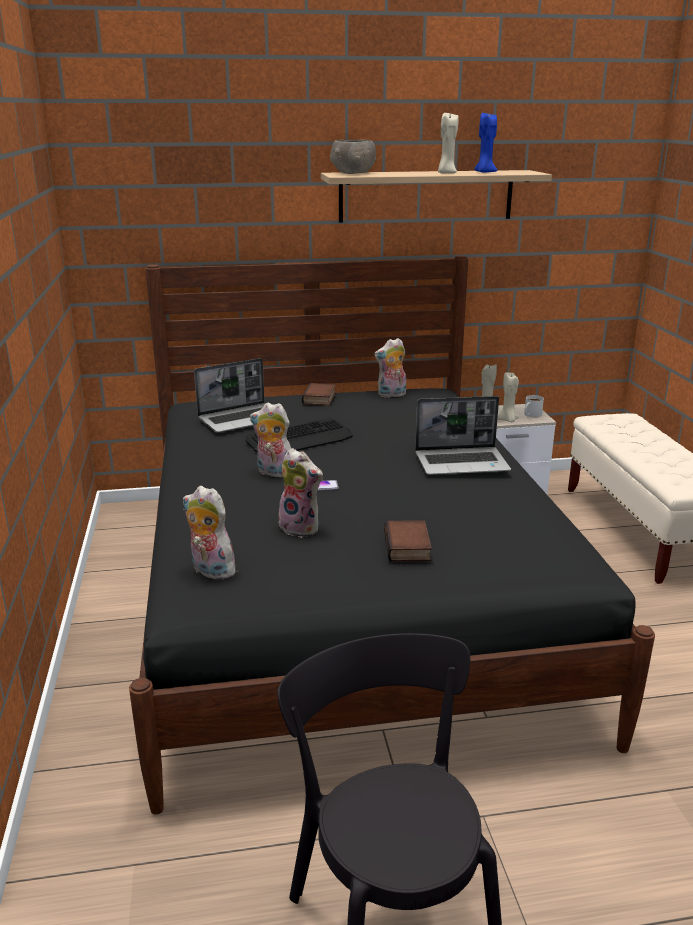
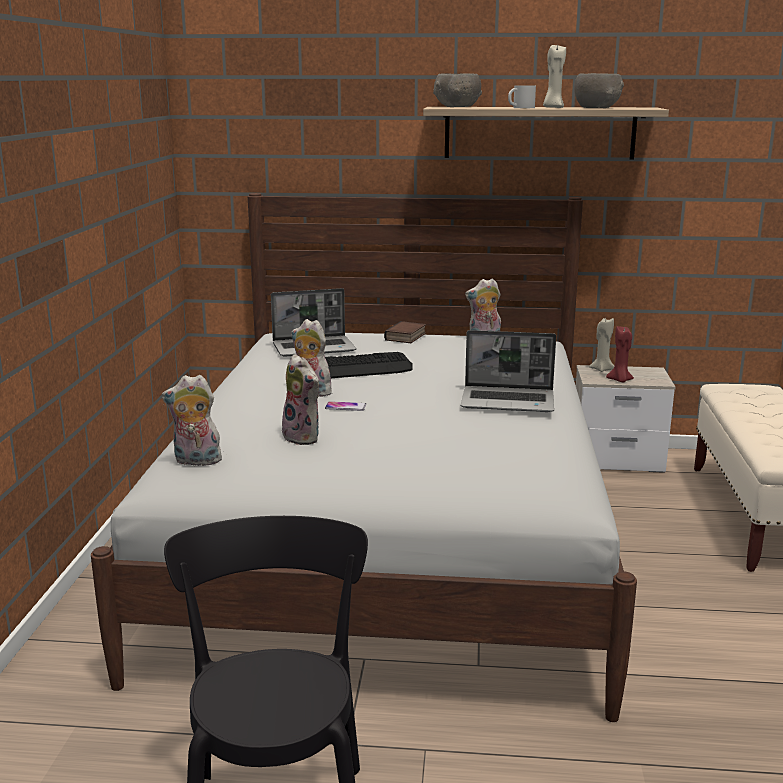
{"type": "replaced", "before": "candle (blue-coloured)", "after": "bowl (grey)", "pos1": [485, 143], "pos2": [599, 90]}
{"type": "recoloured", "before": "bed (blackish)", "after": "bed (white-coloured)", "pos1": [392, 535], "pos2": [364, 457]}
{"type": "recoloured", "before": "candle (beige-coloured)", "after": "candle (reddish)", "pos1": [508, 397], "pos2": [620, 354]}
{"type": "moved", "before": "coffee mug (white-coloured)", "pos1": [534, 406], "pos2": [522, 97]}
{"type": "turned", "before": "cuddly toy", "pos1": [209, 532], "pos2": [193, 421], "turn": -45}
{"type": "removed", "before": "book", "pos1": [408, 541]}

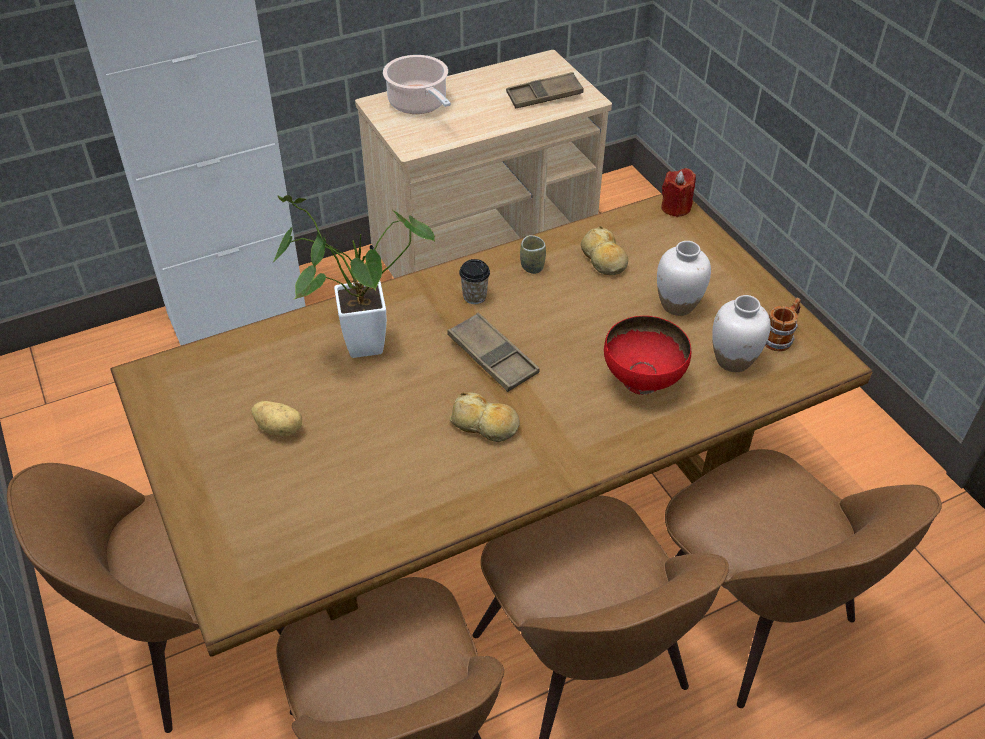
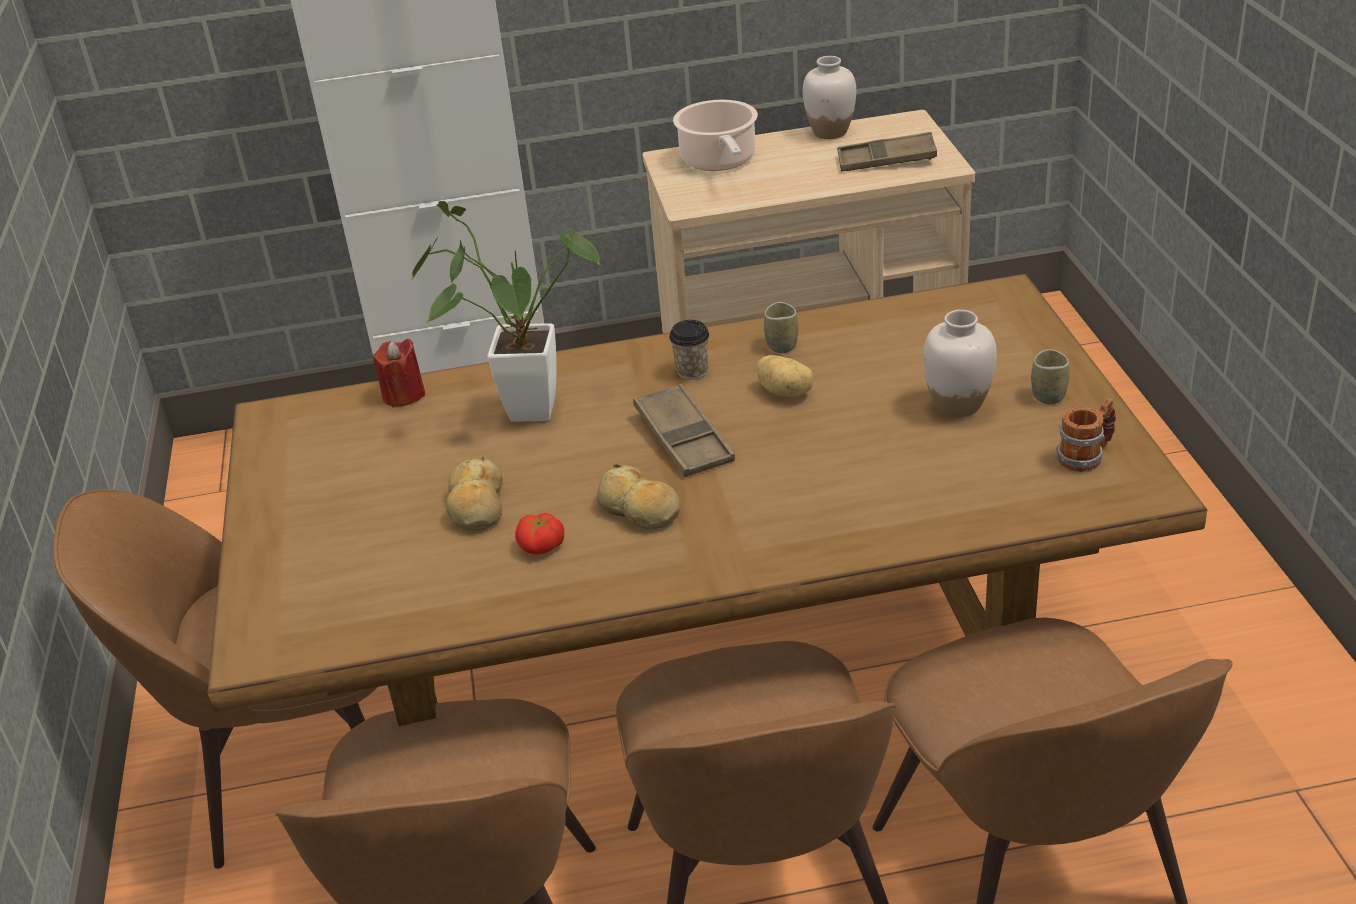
{"type": "moved", "before": "candle (reddish)", "pos1": [678, 192], "pos2": [399, 373]}
{"type": "moved", "before": "baked bread", "pos1": [604, 250], "pos2": [474, 493]}
{"type": "moved", "before": "vase (white-coloured)", "pos1": [741, 333], "pos2": [829, 97]}
{"type": "removed", "before": "bowl (reddish)", "pos1": [647, 355]}
{"type": "moved", "before": "whole potato", "pos1": [277, 418], "pos2": [785, 376]}
{"type": "added", "after": "cup", "pos2": [1050, 377]}
{"type": "added", "after": "tomato", "pos2": [539, 534]}

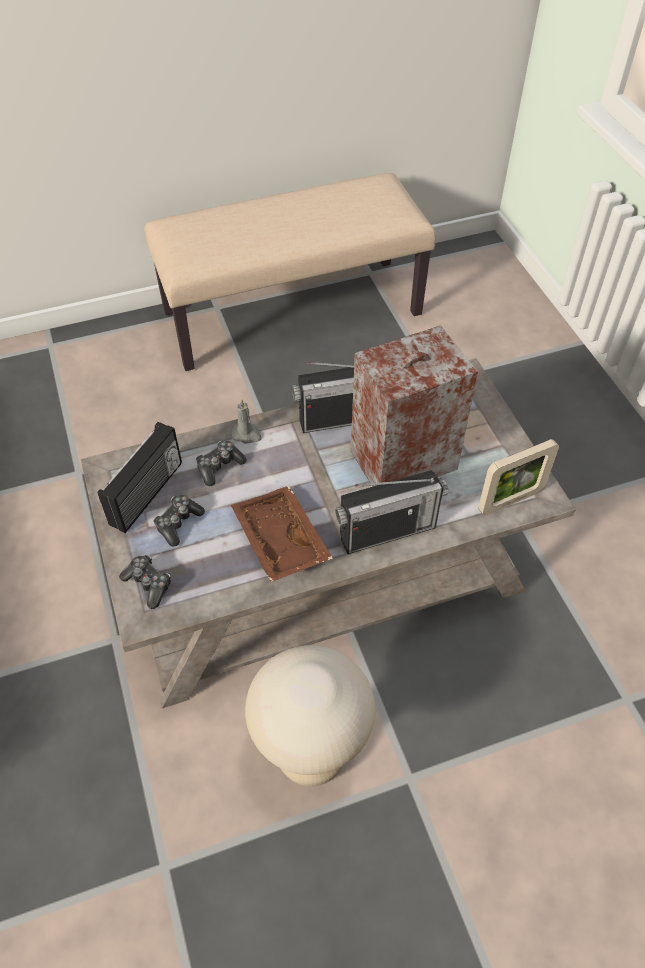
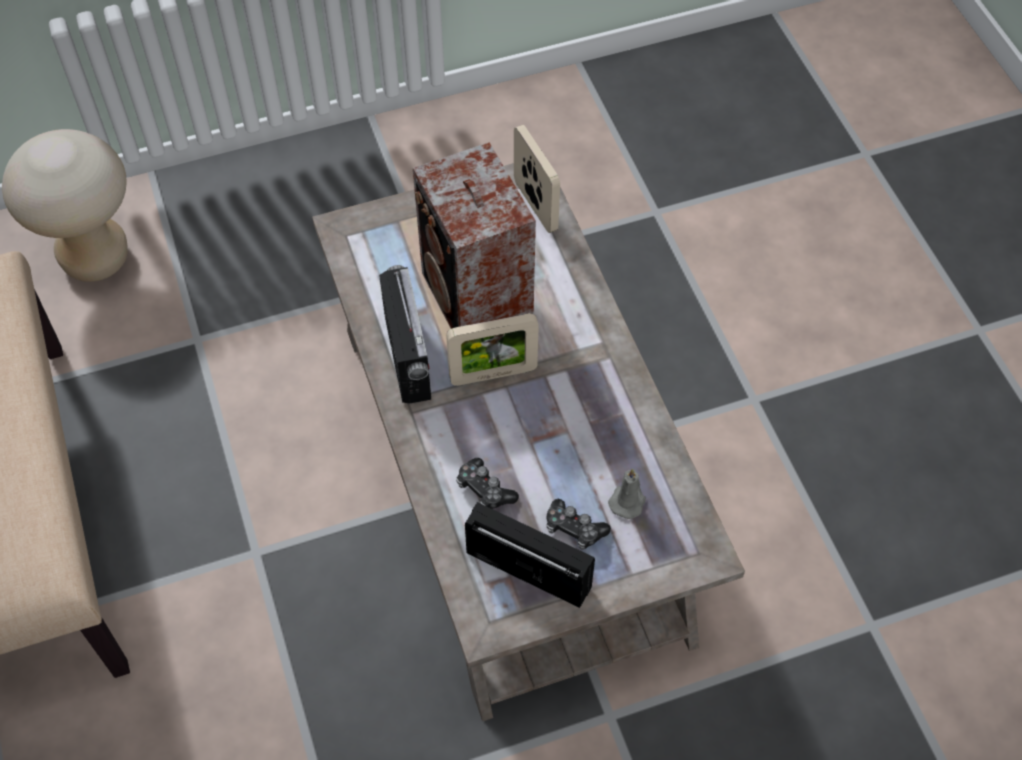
{"type": "moved", "before": "candle (grey)", "pos1": [246, 421], "pos2": [627, 494]}
{"type": "removed", "before": "radio receiver", "pos1": [391, 512]}
{"type": "removed", "before": "tray (brownish)", "pos1": [282, 534]}
{"type": "removed", "before": "gamepad", "pos1": [145, 582]}
{"type": "moved", "before": "stool (beige-coloured)", "pos1": [310, 715], "pos2": [65, 205]}
{"type": "added", "after": "photo frame", "pos2": [492, 349]}

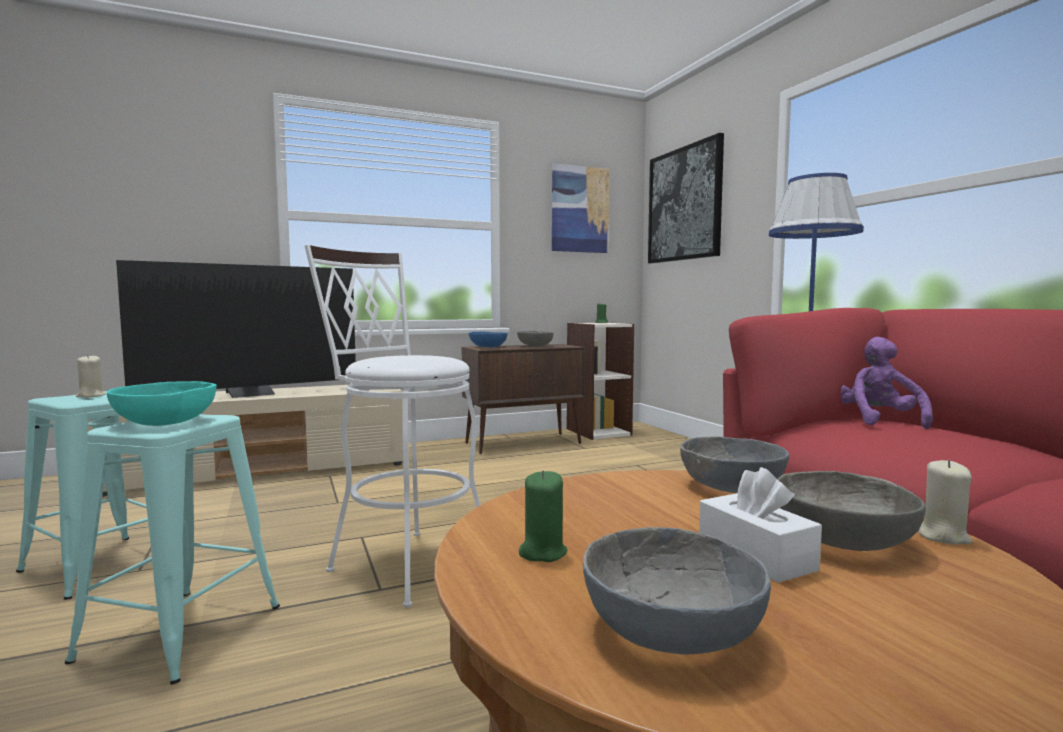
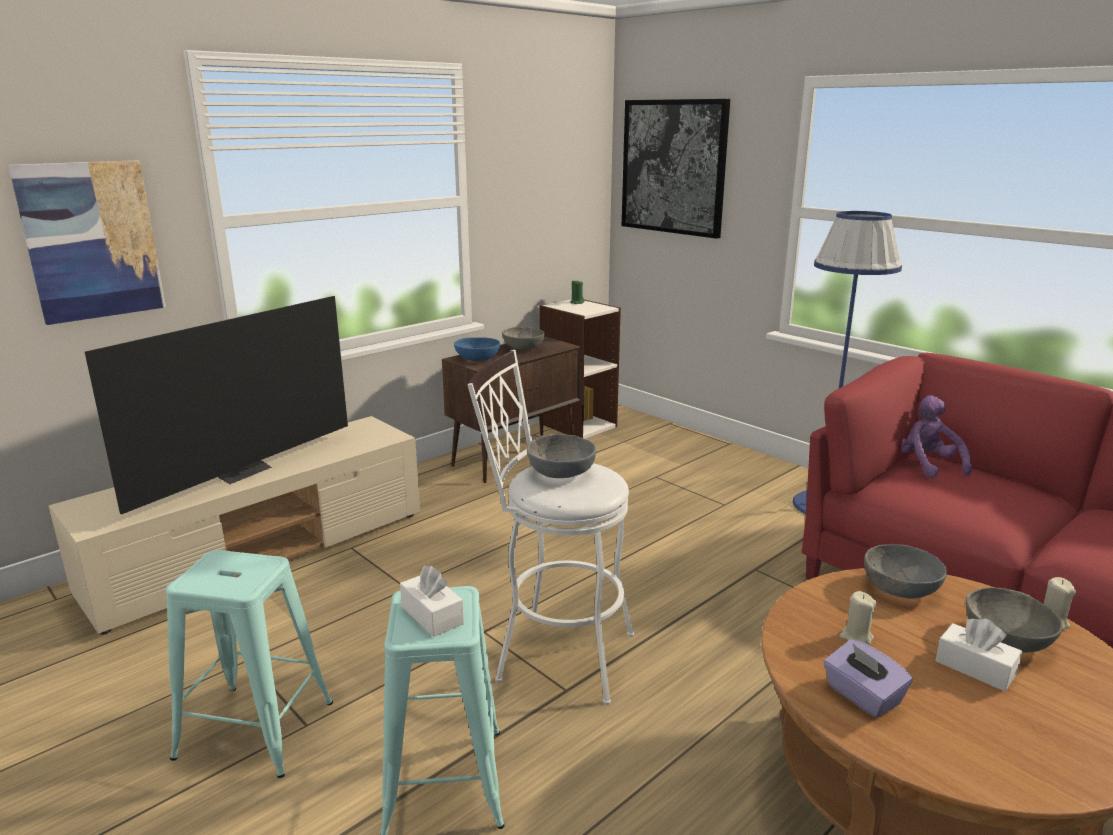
{"type": "moved", "before": "picture", "pos1": [580, 208], "pos2": [87, 242]}
{"type": "moved", "before": "candle (beige-coloured)", "pos1": [91, 376], "pos2": [858, 618]}
{"type": "replaced", "before": "bowl (turquoise-coloured)", "after": "box of tissues (white-coloured)", "pos1": [162, 403], "pos2": [432, 601]}
{"type": "replaced", "before": "candle (green)", "after": "box of tissues (purple-coloured)", "pos1": [543, 516], "pos2": [868, 678]}
{"type": "moved", "before": "bowl (grey)", "pos1": [677, 591], "pos2": [561, 456]}

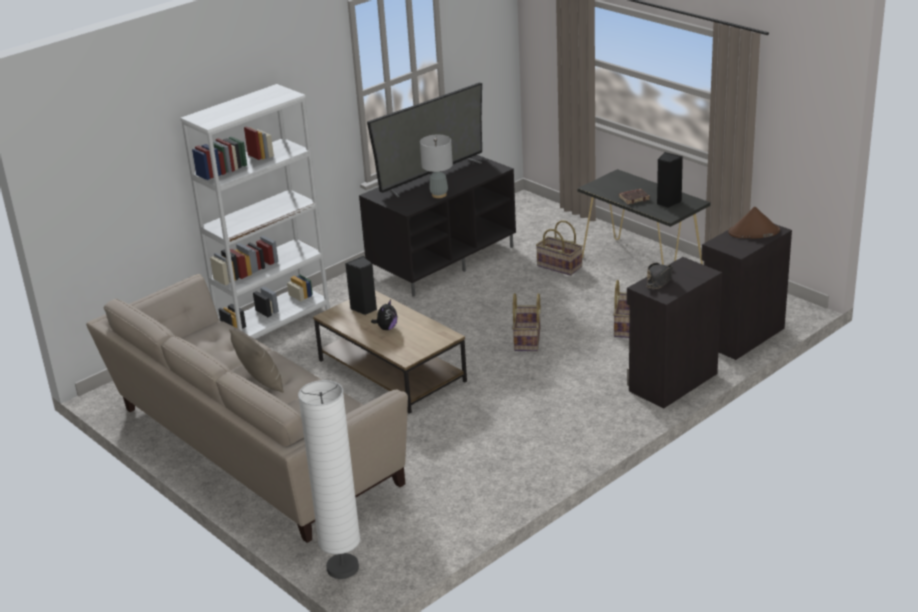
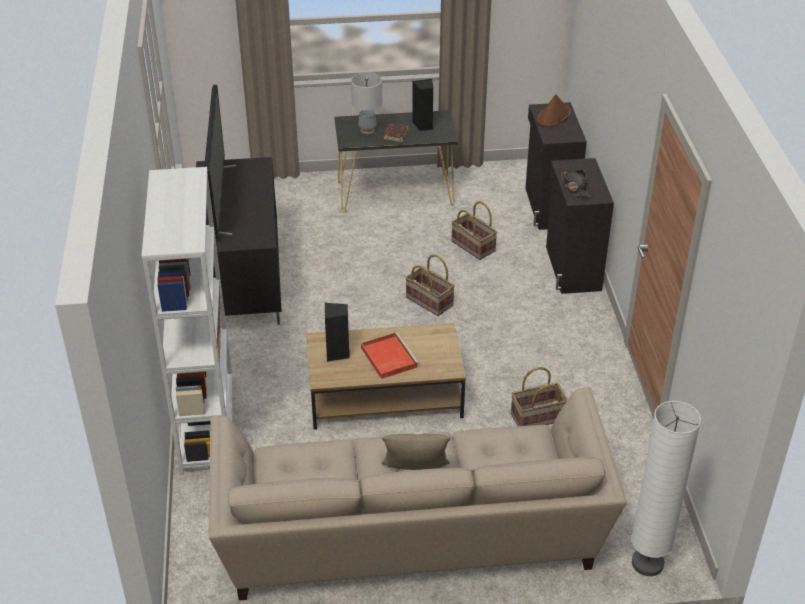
{"type": "moved", "before": "table lamp (grey)", "pos1": [436, 166], "pos2": [366, 103]}
{"type": "moved", "before": "storage basket", "pos1": [559, 248], "pos2": [539, 396]}
{"type": "replaced", "before": "cuddly toy", "after": "tray (reddish)", "pos1": [384, 315], "pos2": [390, 355]}

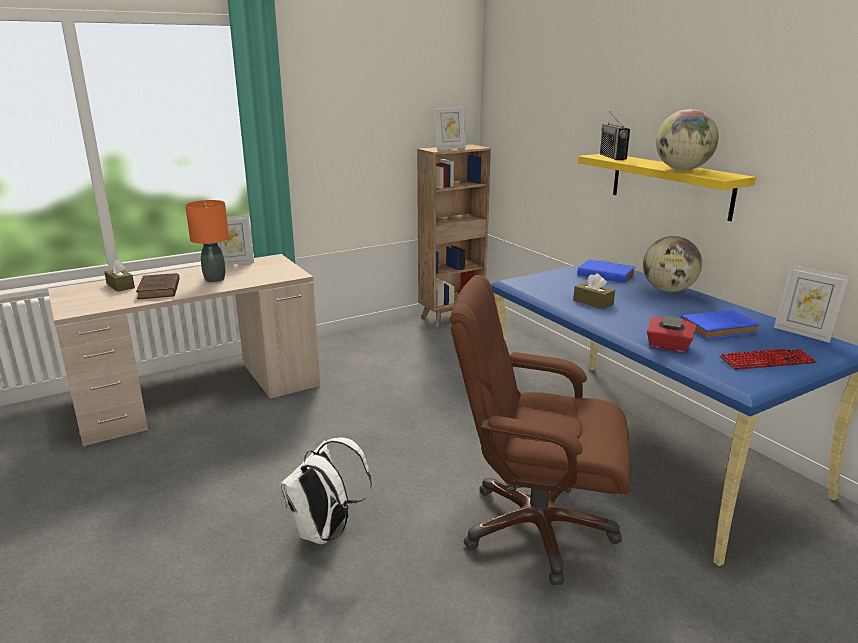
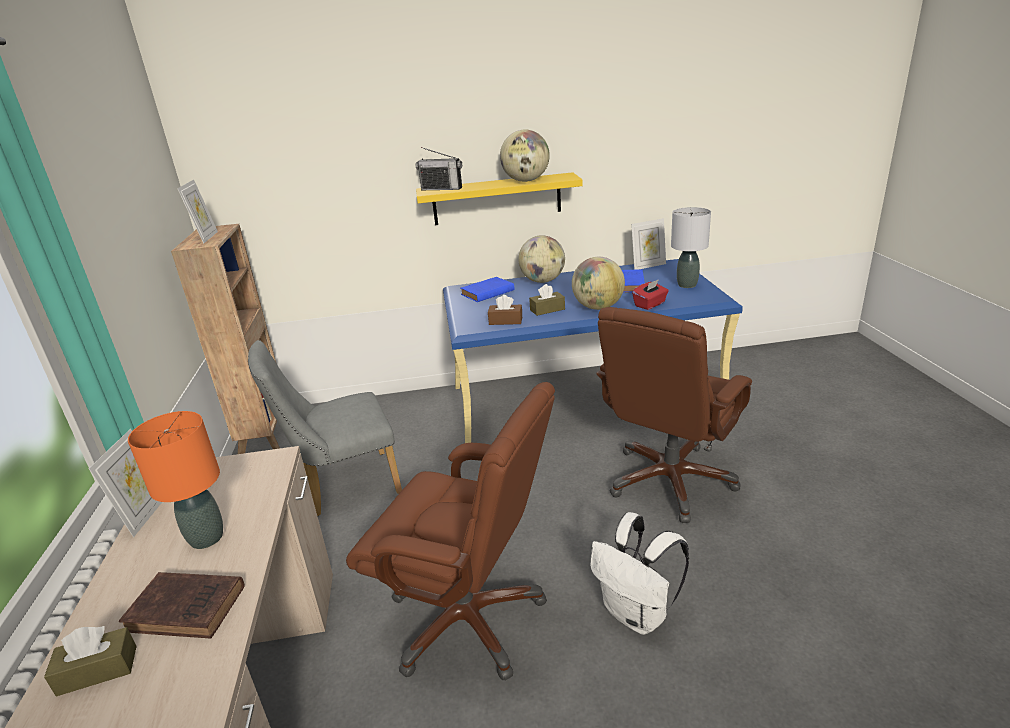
{"type": "replaced", "before": "computer keyboard", "after": "table lamp (grey)", "pos1": [768, 359], "pos2": [691, 247]}
{"type": "added", "after": "globe", "pos2": [598, 283]}
{"type": "added", "after": "box of tissues (brownish)", "pos2": [505, 310]}
{"type": "added", "after": "upright chair (grey)", "pos2": [325, 428]}
{"type": "added", "after": "computer chair (brownish)", "pos2": [450, 531]}

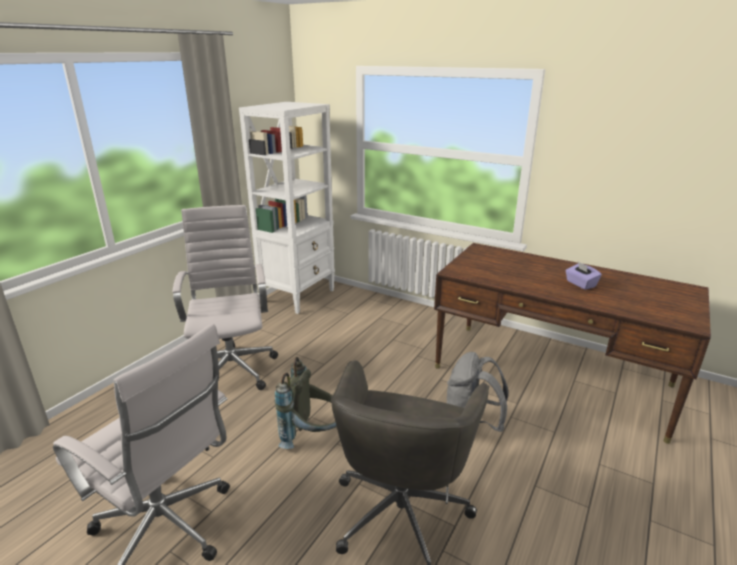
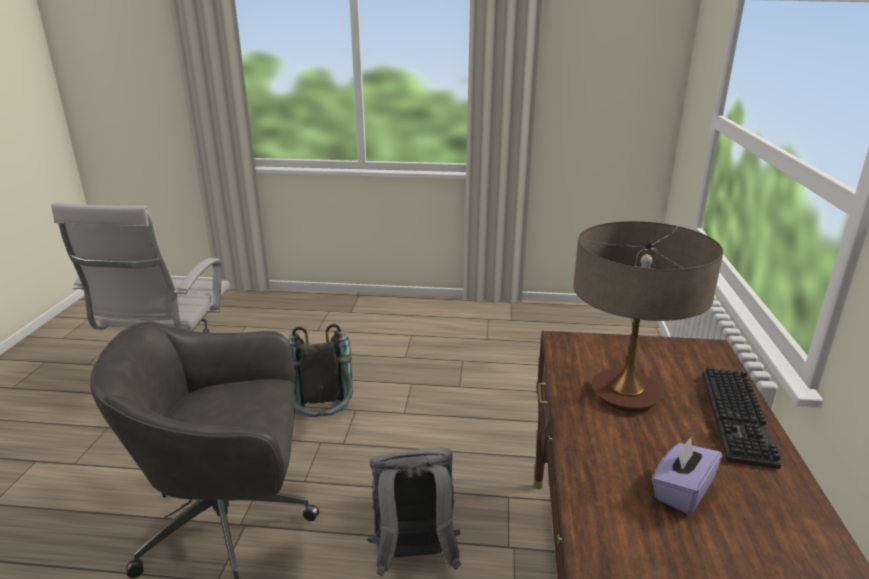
{"type": "removed", "before": "bookcase (white-coloured)", "pos1": [287, 208]}
{"type": "removed", "before": "computer chair (white-coloured)", "pos1": [225, 297]}
{"type": "added", "after": "table lamp", "pos2": [648, 316]}
{"type": "added", "after": "computer keyboard", "pos2": [741, 418]}

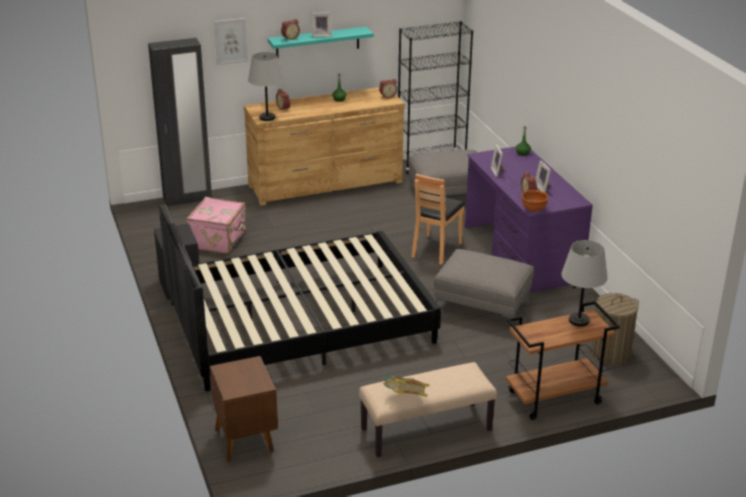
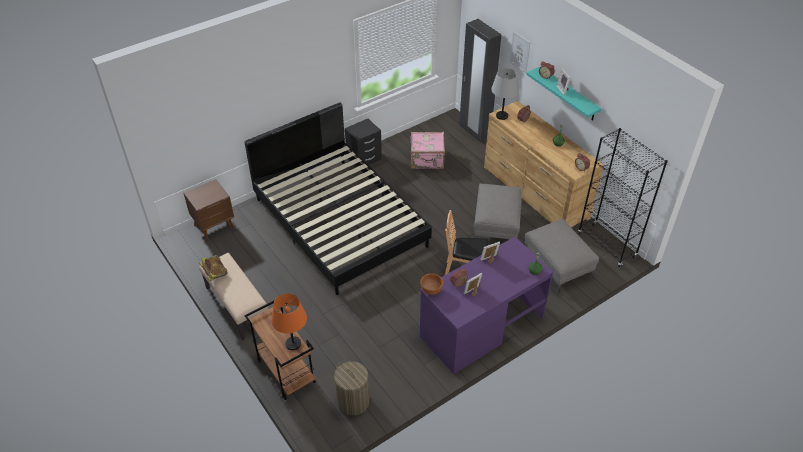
{"type": "recoloured", "before": "table lamp (grey)", "after": "table lamp (orange)", "pos1": [584, 283], "pos2": [289, 321]}
{"type": "moved", "before": "pouffe (grey)", "pos1": [484, 288], "pos2": [498, 212]}

